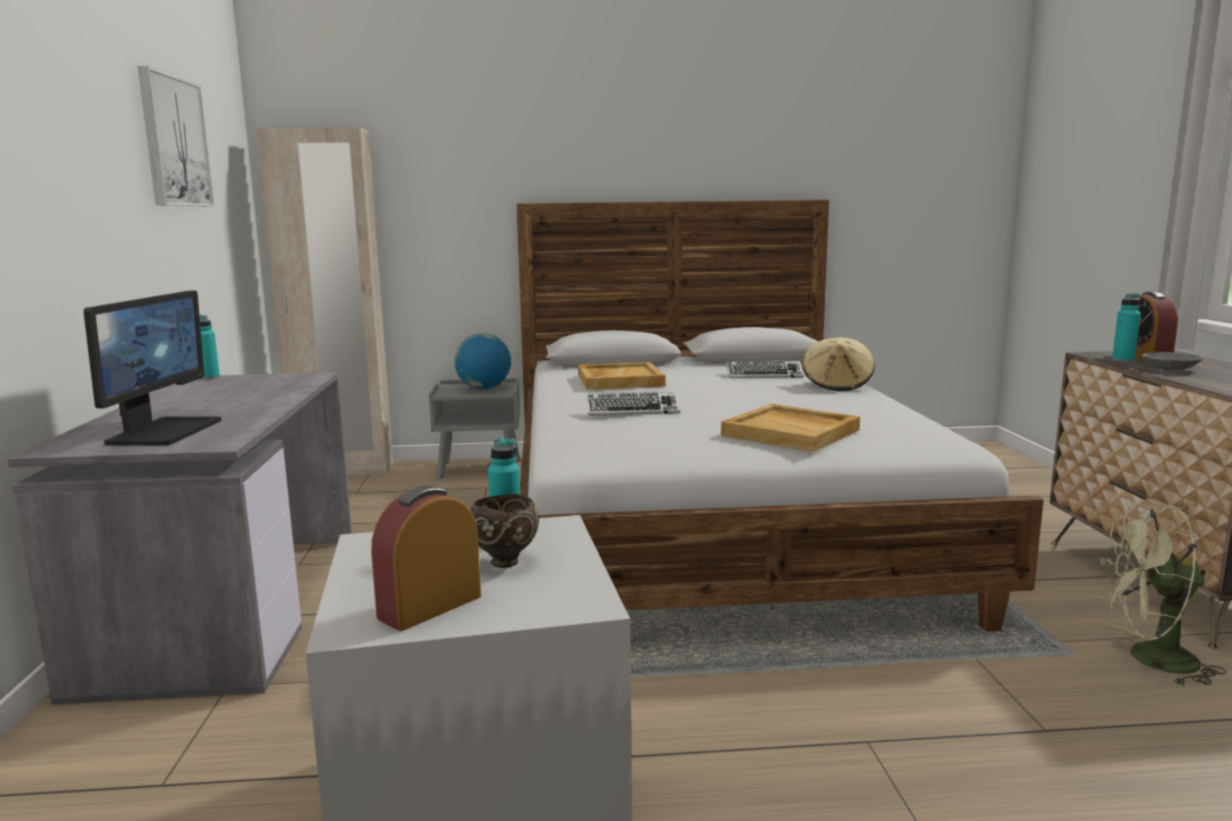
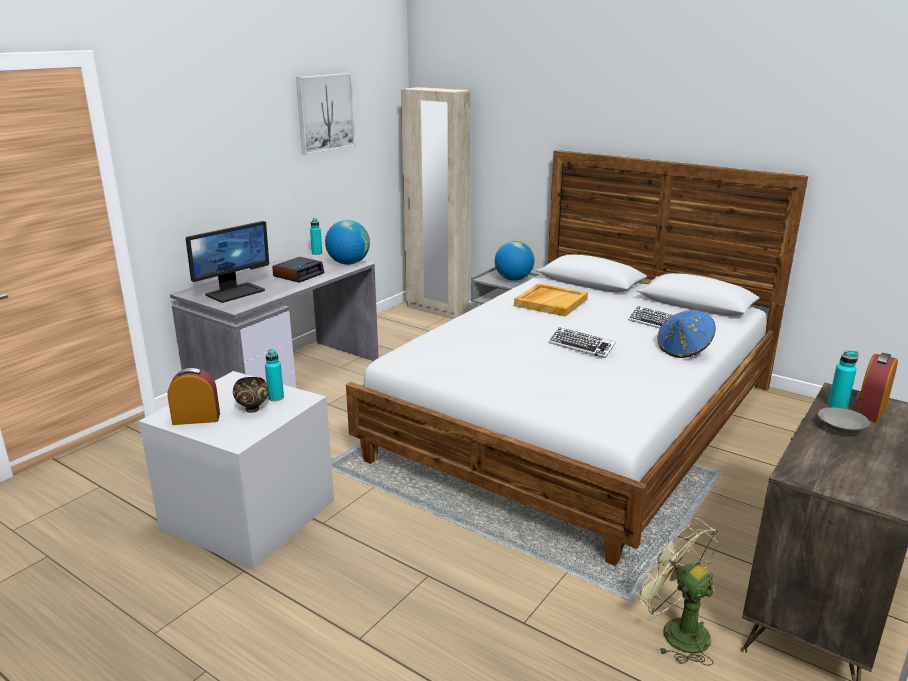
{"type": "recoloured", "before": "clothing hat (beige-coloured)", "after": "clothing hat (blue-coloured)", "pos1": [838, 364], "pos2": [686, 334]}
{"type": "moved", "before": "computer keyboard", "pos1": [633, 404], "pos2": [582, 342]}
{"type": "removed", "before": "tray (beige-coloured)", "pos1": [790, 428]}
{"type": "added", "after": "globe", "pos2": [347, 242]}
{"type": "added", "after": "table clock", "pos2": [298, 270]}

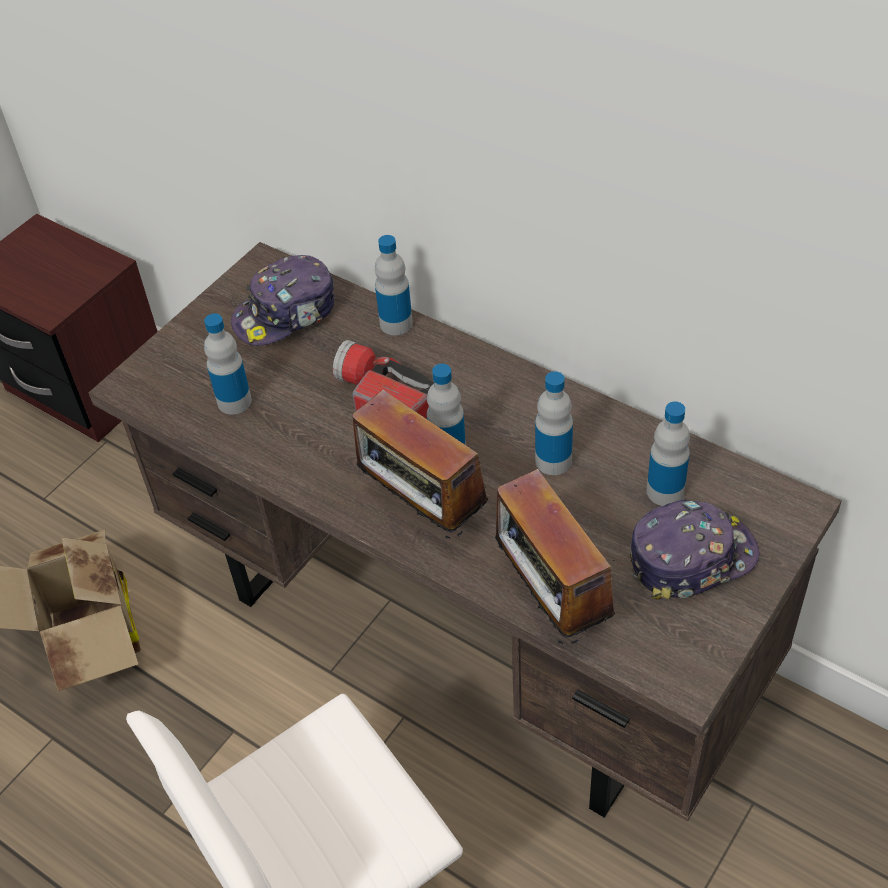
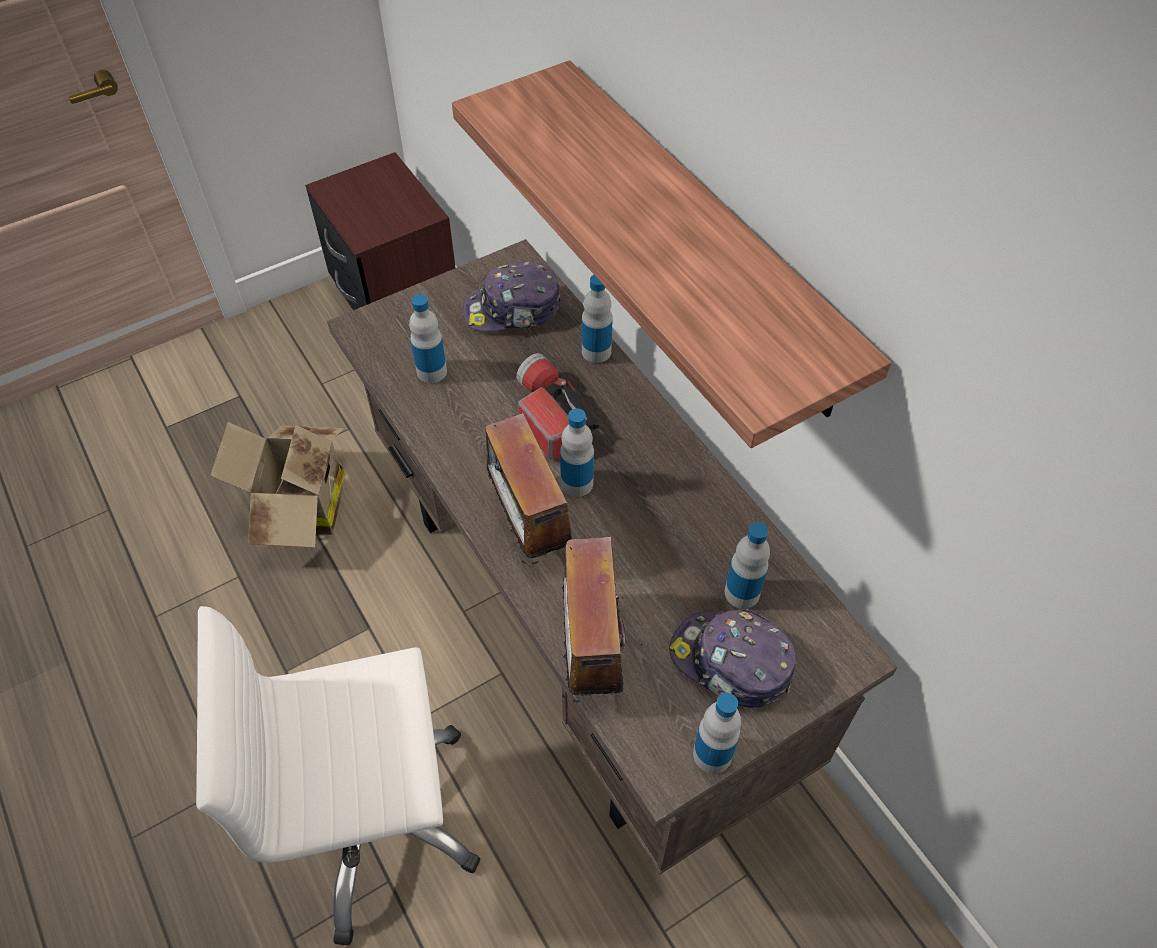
{"type": "moved", "before": "beverage bottle", "pos1": [554, 423], "pos2": [717, 733]}
{"type": "turned", "before": "peaked cap", "pos1": [694, 549], "pos2": [733, 658], "turn": -150}
{"type": "added", "after": "wall shelf", "pos2": [671, 254]}

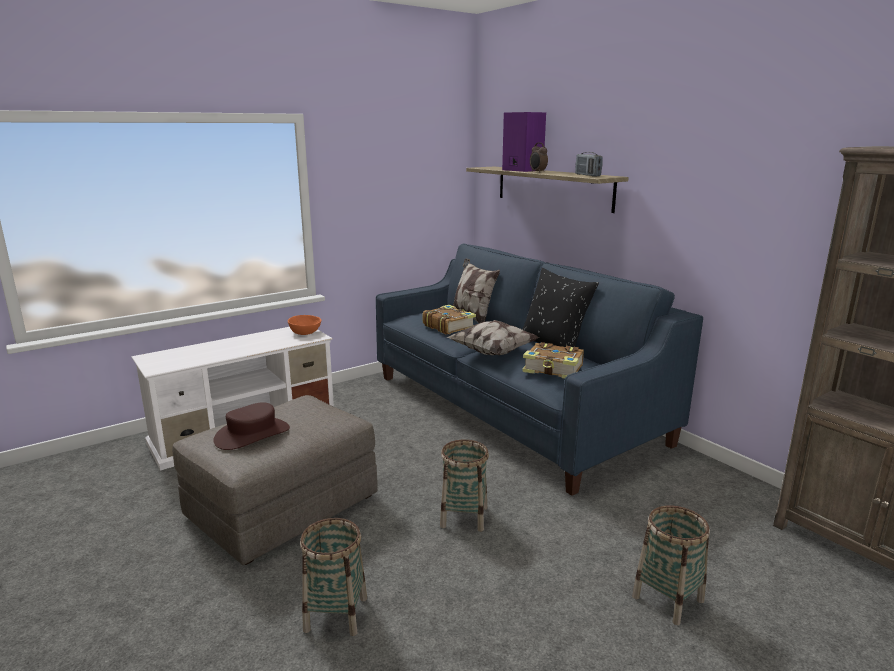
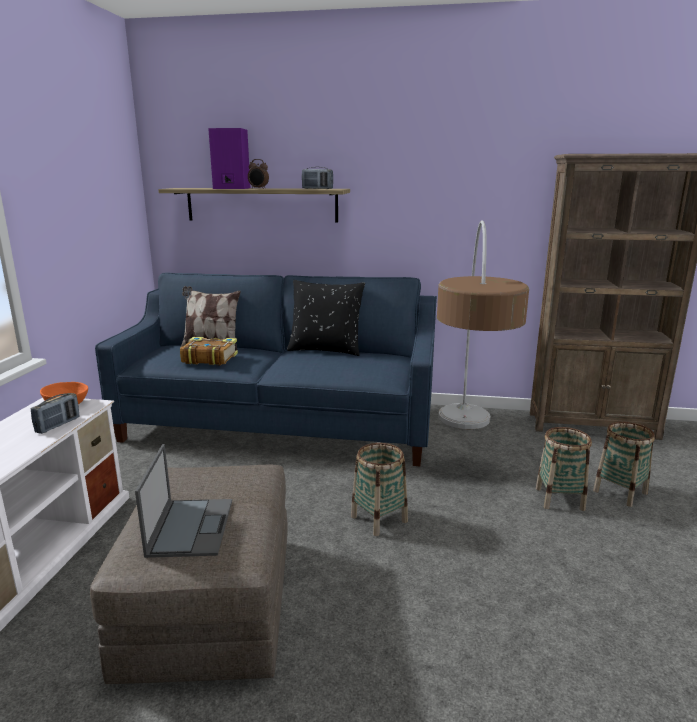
{"type": "removed", "before": "cushion", "pos1": [493, 337]}
{"type": "removed", "before": "book", "pos1": [553, 360]}
{"type": "replaced", "before": "clothing hat (brownish)", "after": "portable computer", "pos1": [251, 426], "pos2": [183, 501]}
{"type": "moved", "before": "storage basket", "pos1": [333, 577], "pos2": [624, 464]}
{"type": "added", "after": "floor lamp", "pos2": [483, 324]}
{"type": "added", "after": "radio receiver", "pos2": [55, 413]}

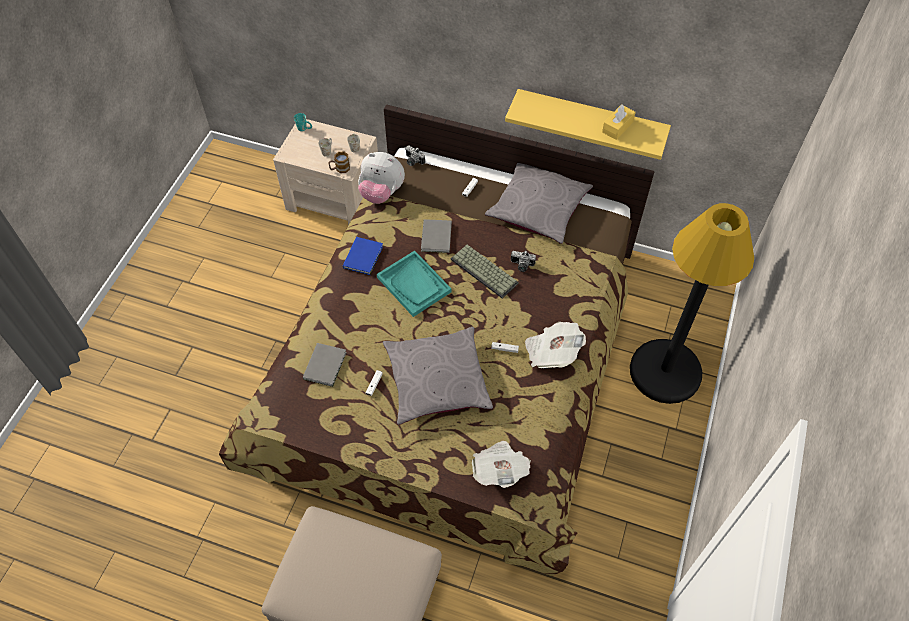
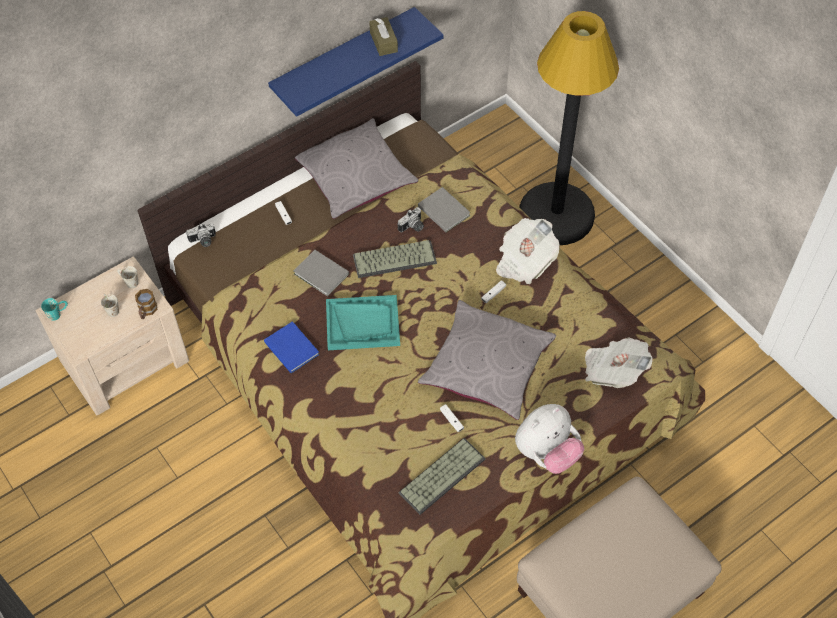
{"type": "recoloured", "before": "wall shelf (yellow-coloured)", "after": "wall shelf (blue-coloured)", "pos1": [588, 124], "pos2": [355, 62]}
{"type": "recoloured", "before": "box of tissues (yellow-coloured)", "after": "box of tissues (brownish)", "pos1": [619, 122], "pos2": [383, 36]}
{"type": "moved", "before": "cuddly toy", "pos1": [381, 178], "pos2": [549, 439]}
{"type": "moved", "before": "book (grey)", "pos1": [325, 365], "pos2": [444, 209]}
{"type": "added", "after": "computer keyboard", "pos2": [442, 476]}

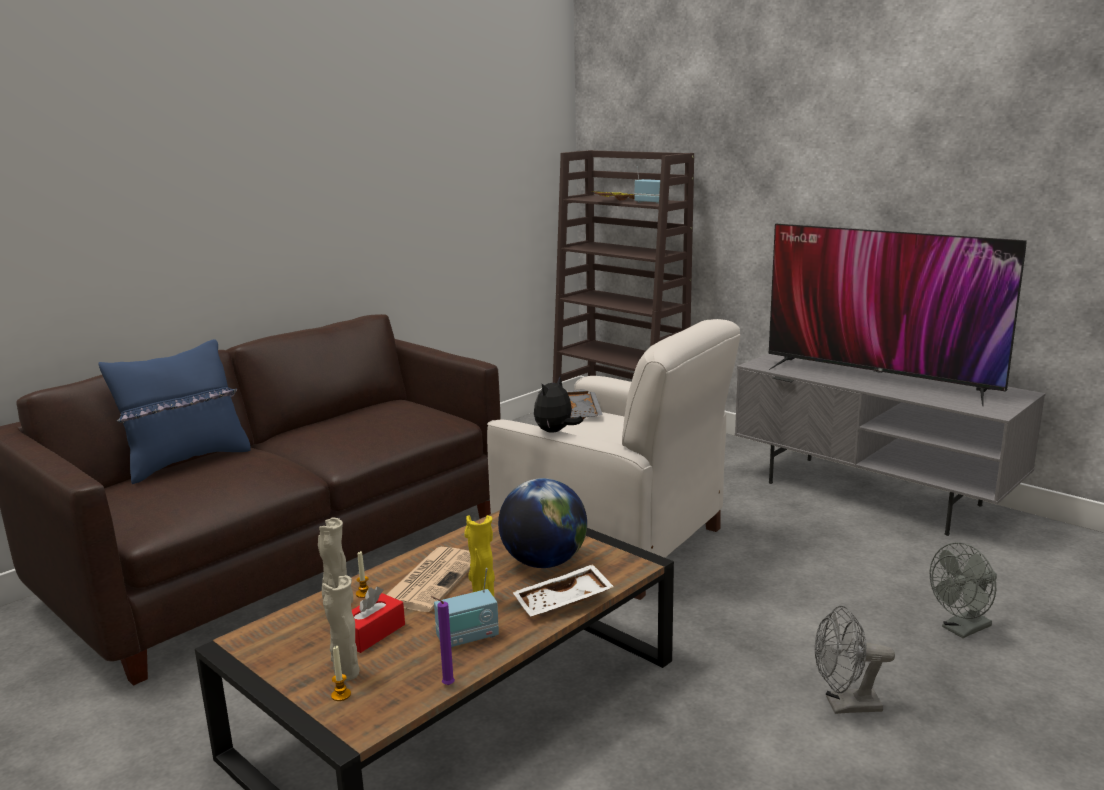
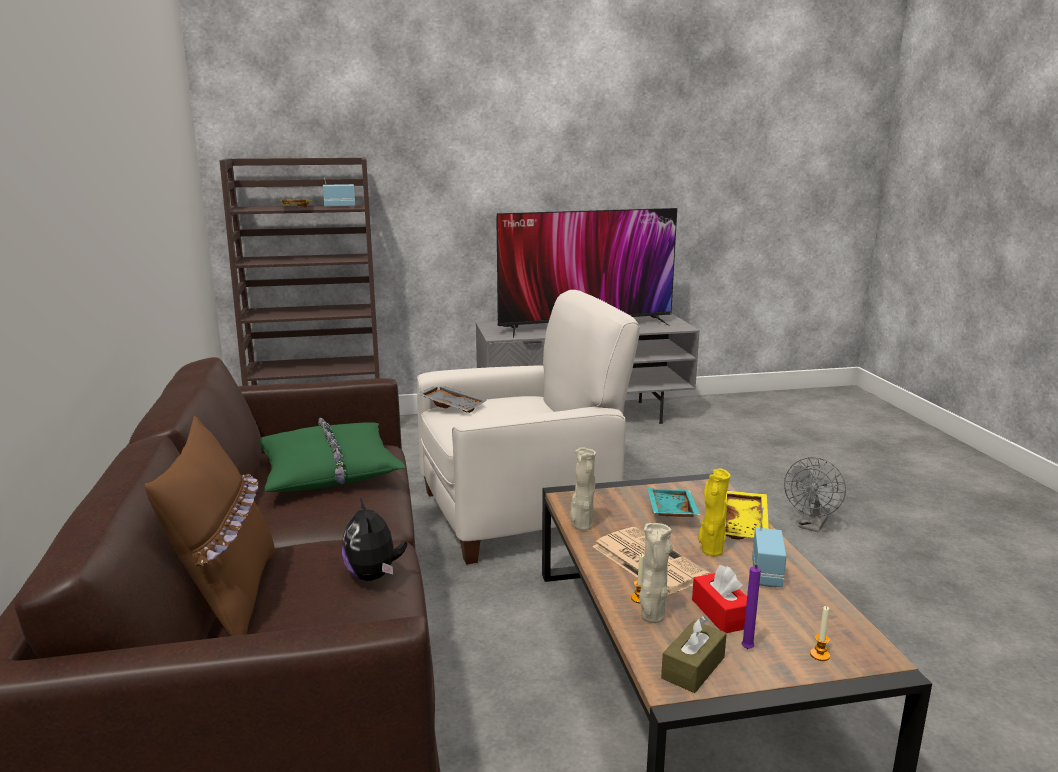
{"type": "recoloured", "before": "cushion (blue-coloured)", "after": "cushion (brownish)", "pos1": [174, 411], "pos2": [210, 526]}
{"type": "moved", "before": "cuddly toy", "pos1": [558, 405], "pos2": [374, 539]}
{"type": "replaced", "before": "globe", "after": "tray (turquoise-coloured)", "pos1": [542, 523], "pos2": [674, 502]}
{"type": "removed", "before": "cooling fan (grey)", "pos1": [963, 590]}
{"type": "recoloured", "before": "tray (white-coloured)", "after": "tray (yellow-coloured)", "pos1": [563, 590], "pos2": [747, 515]}
{"type": "moved", "before": "vase (beige-coloured)", "pos1": [341, 628], "pos2": [583, 489]}
{"type": "moved", "before": "candle (purple-coloured)", "pos1": [443, 640], "pos2": [751, 606]}
{"type": "added", "after": "cushion (green)", "pos2": [333, 454]}
{"type": "added", "after": "box of tissues (brownish)", "pos2": [694, 654]}

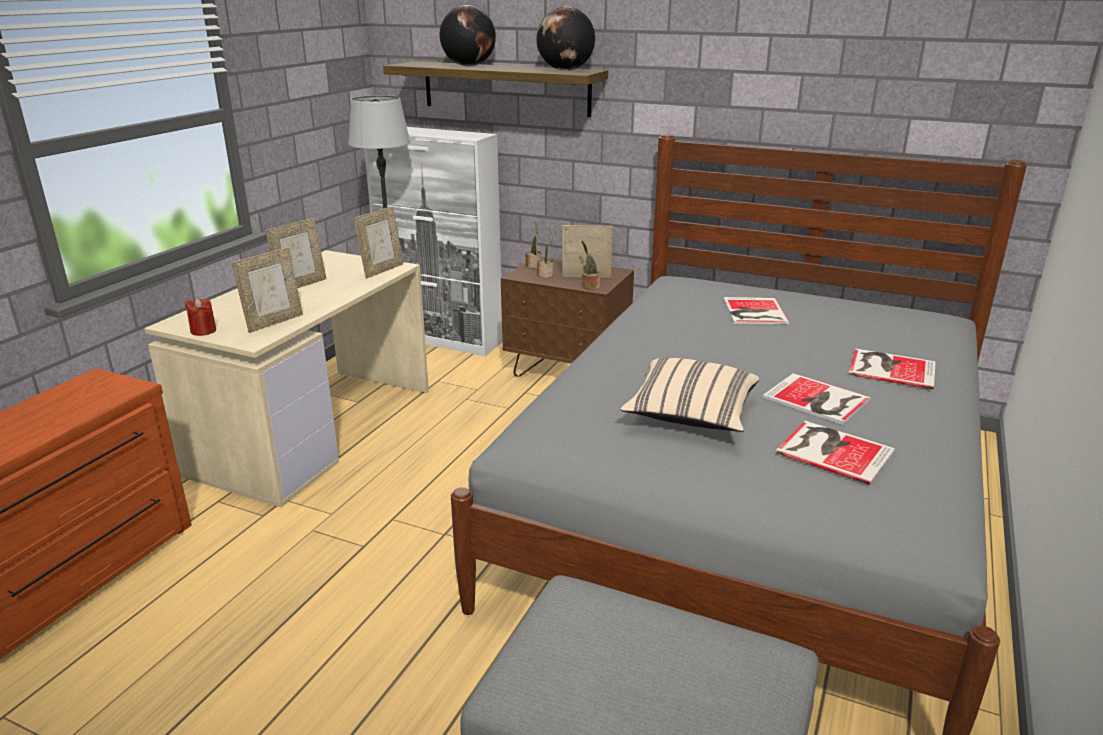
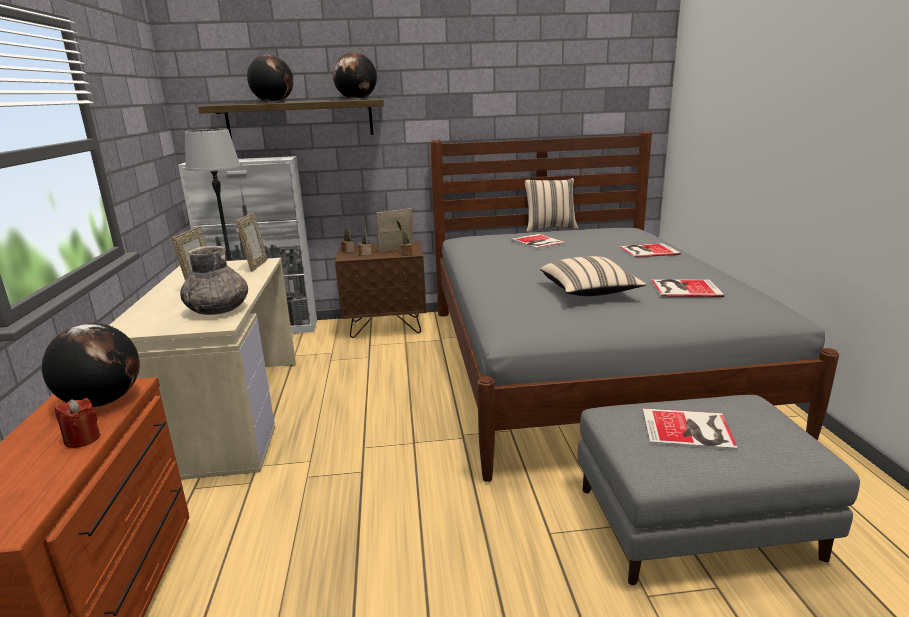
{"type": "replaced", "before": "photo frame", "after": "vase (grey)", "pos1": [267, 290], "pos2": [214, 280]}
{"type": "moved", "before": "candle (reddish)", "pos1": [200, 317], "pos2": [77, 423]}
{"type": "moved", "before": "book", "pos1": [817, 399], "pos2": [690, 429]}
{"type": "added", "after": "cushion (beige-coloured)", "pos2": [552, 205]}
{"type": "added", "after": "globe", "pos2": [91, 365]}

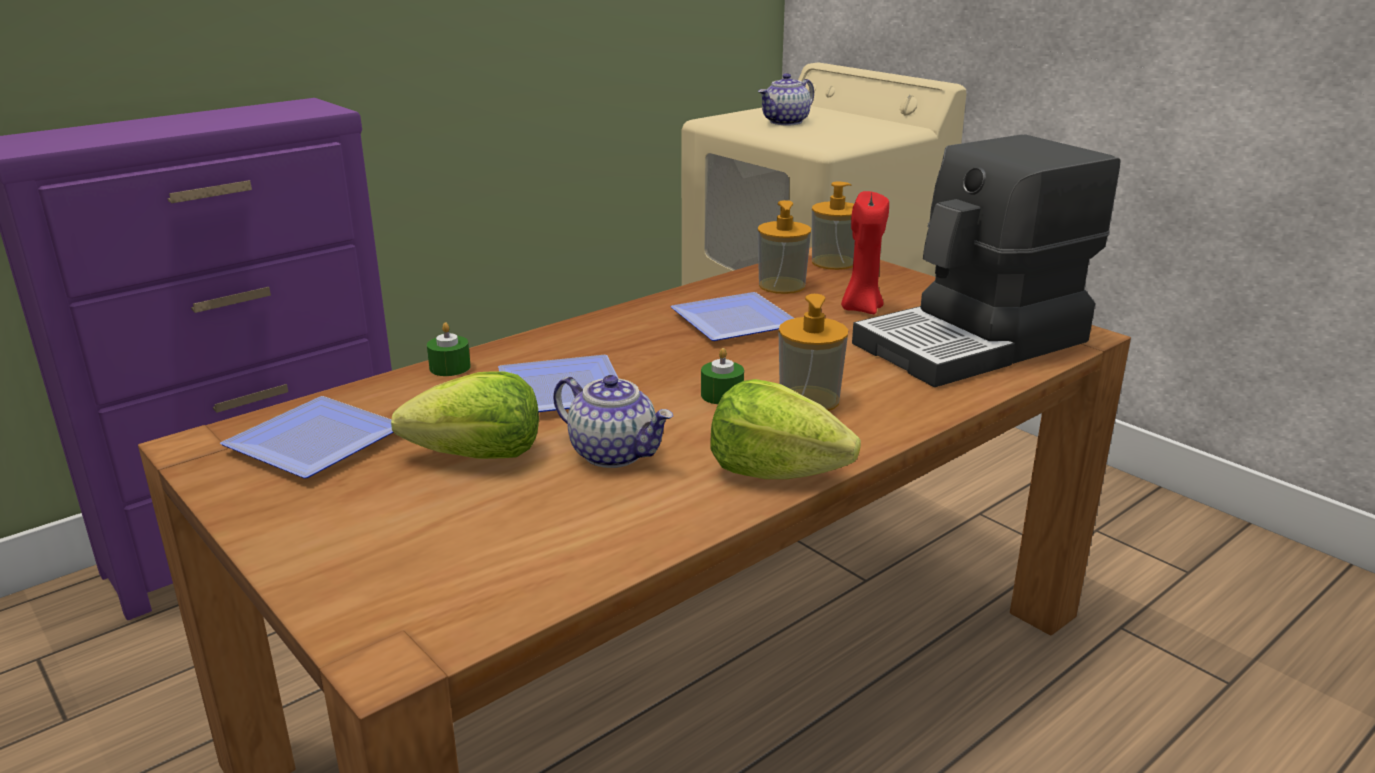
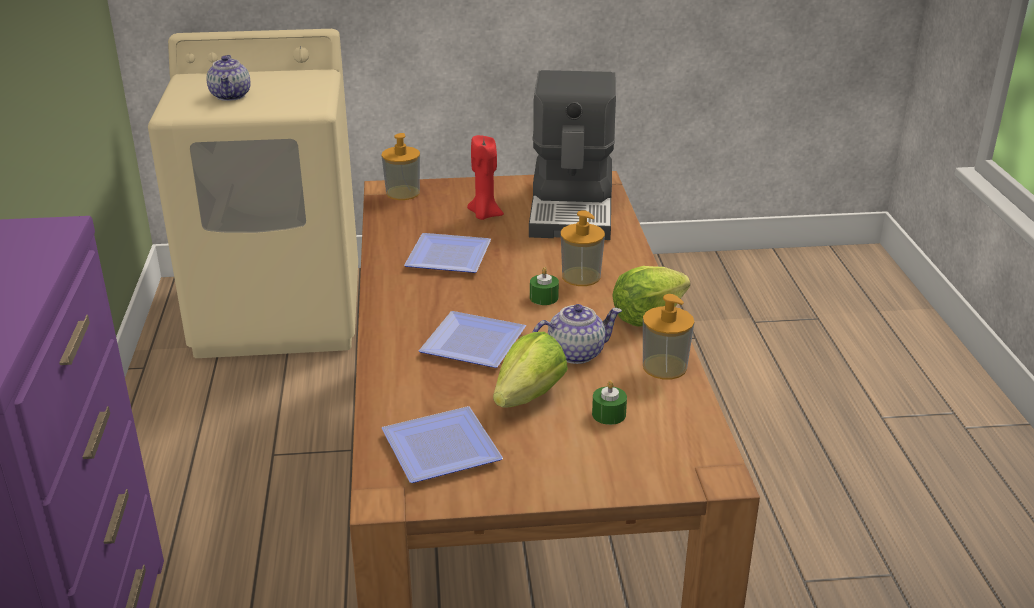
{"type": "moved", "before": "soap dispenser", "pos1": [784, 247], "pos2": [668, 336]}
{"type": "moved", "before": "candle (green)", "pos1": [449, 349], "pos2": [609, 402]}

